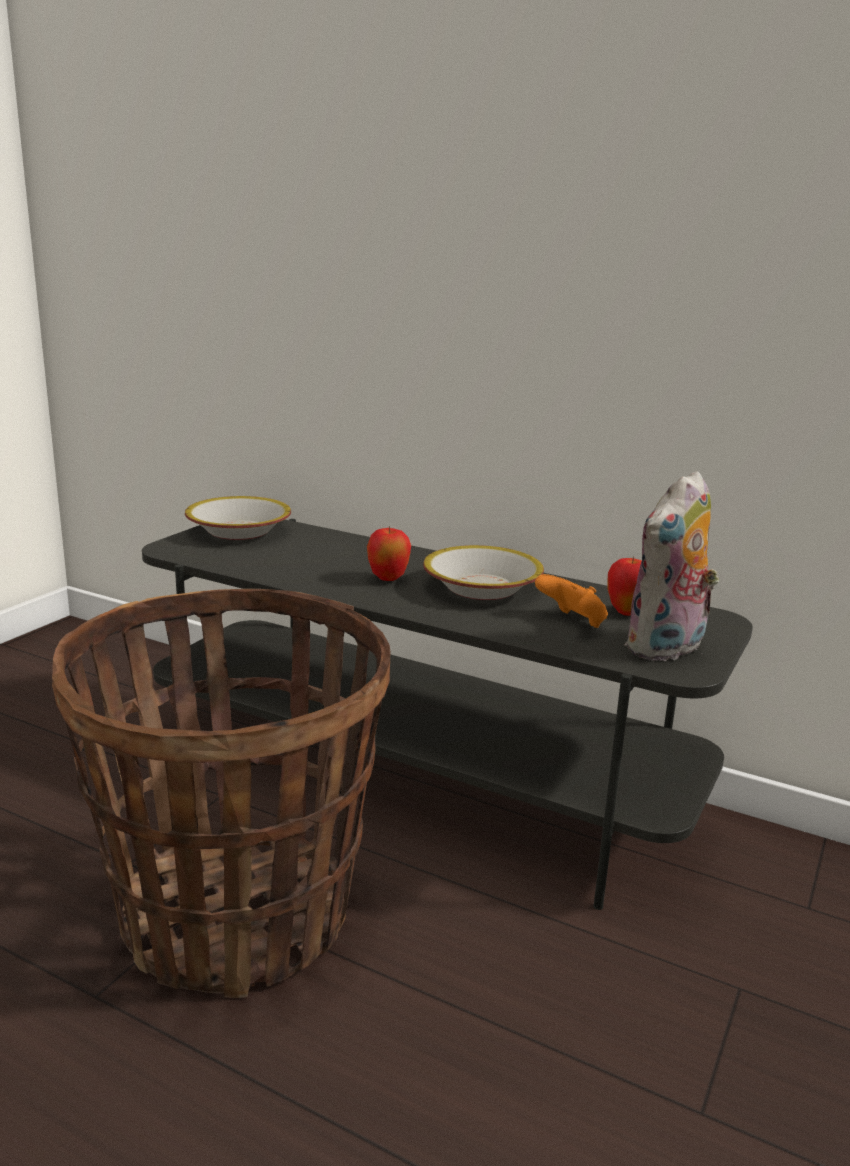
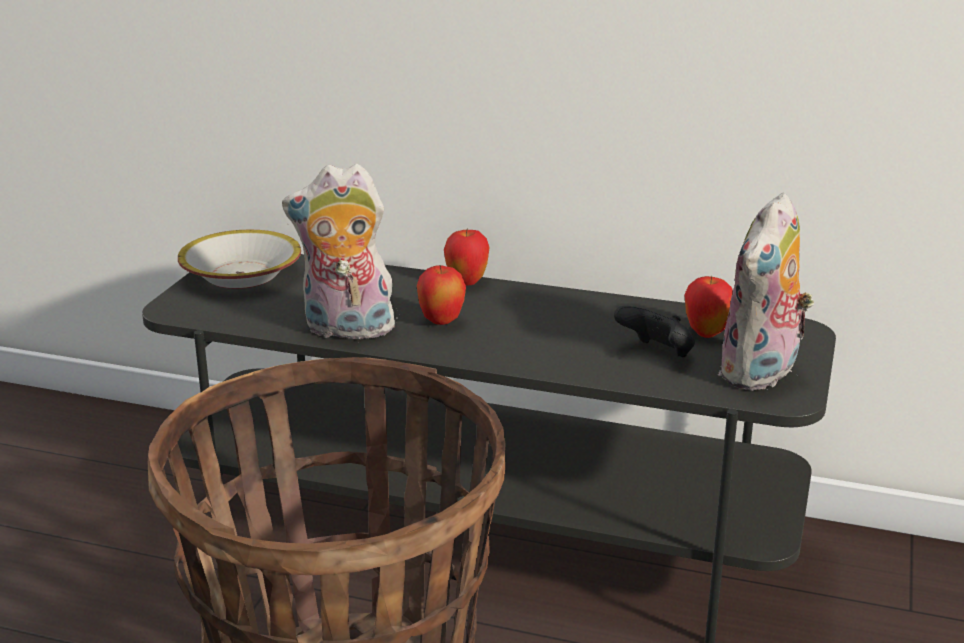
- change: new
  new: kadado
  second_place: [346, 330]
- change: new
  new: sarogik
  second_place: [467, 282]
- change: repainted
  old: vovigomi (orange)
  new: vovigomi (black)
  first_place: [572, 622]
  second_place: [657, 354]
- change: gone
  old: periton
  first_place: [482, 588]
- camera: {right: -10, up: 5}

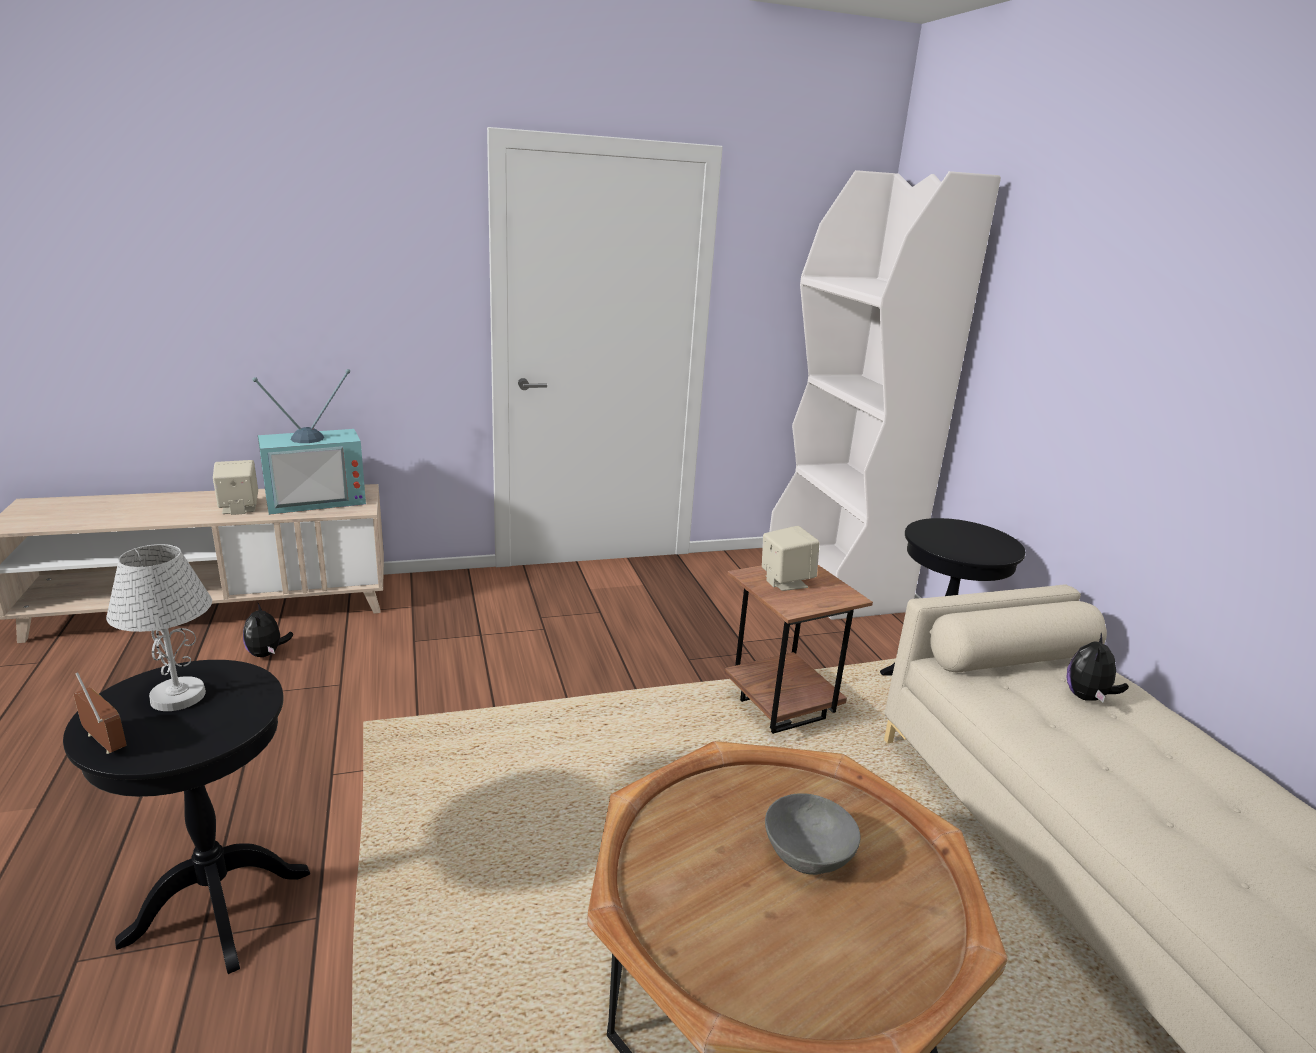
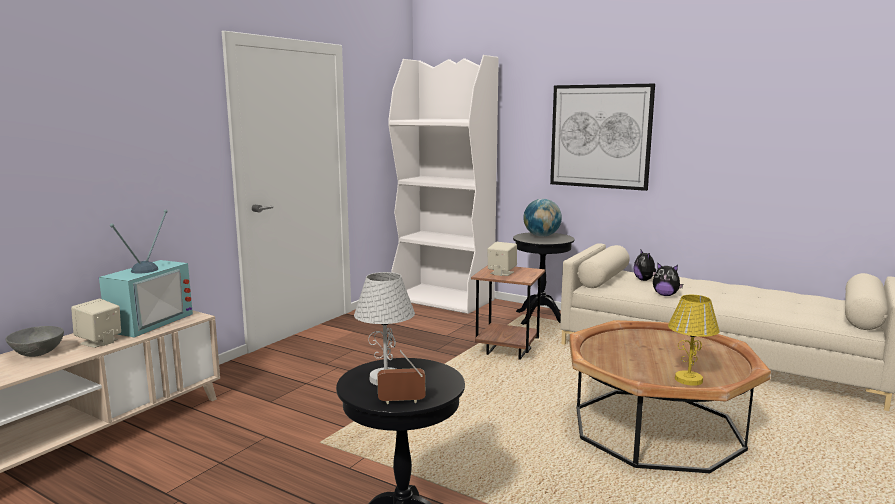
- change: shifted
  old: periton (grey)
  first_place: [807, 856]
  second_place: [38, 353]
- change: new
  new: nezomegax
  second_place: [541, 236]
- change: new
  new: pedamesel
  second_place: [600, 136]
- change: shifted
  old: kadado
  first_place: [267, 654]
  second_place: [665, 295]
- change: new
  new: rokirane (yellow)
  second_place: [689, 380]
- camera: {right: -40, up: -10}

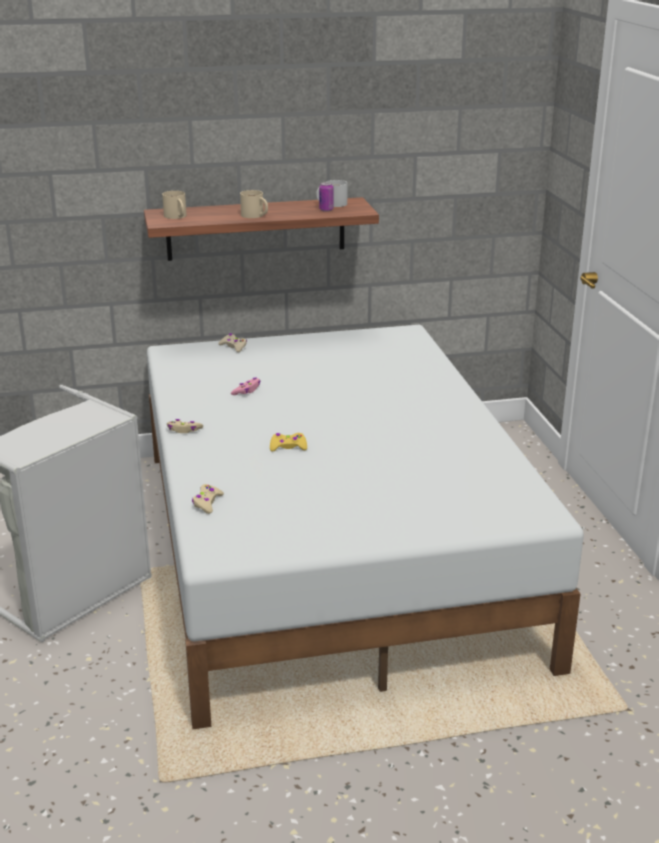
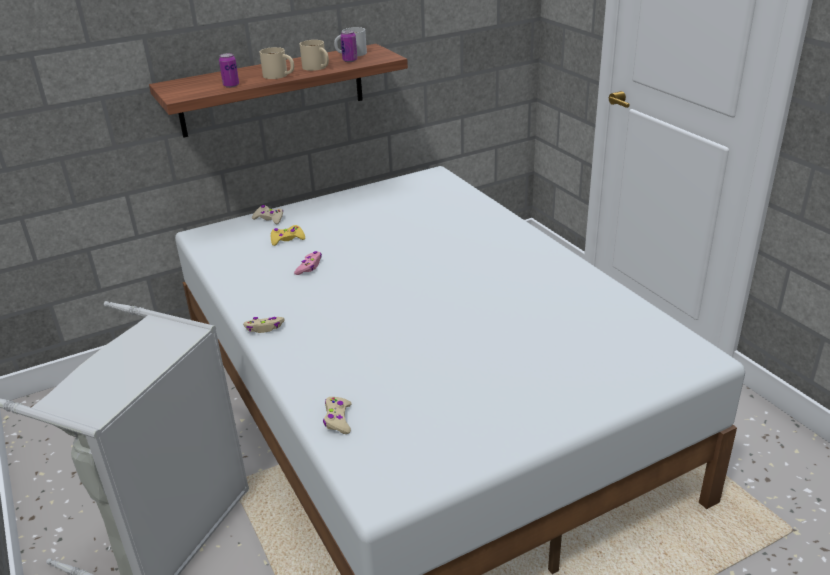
- change: new
  new: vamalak
  second_place: [231, 85]
- change: shifted
  old: vovigomi (yellow)
  first_place: [288, 447]
  second_place: [287, 239]
- change: shifted
  old: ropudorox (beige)
  first_place: [177, 216]
  second_place: [317, 68]
- camera: {right: -15, up: 5}

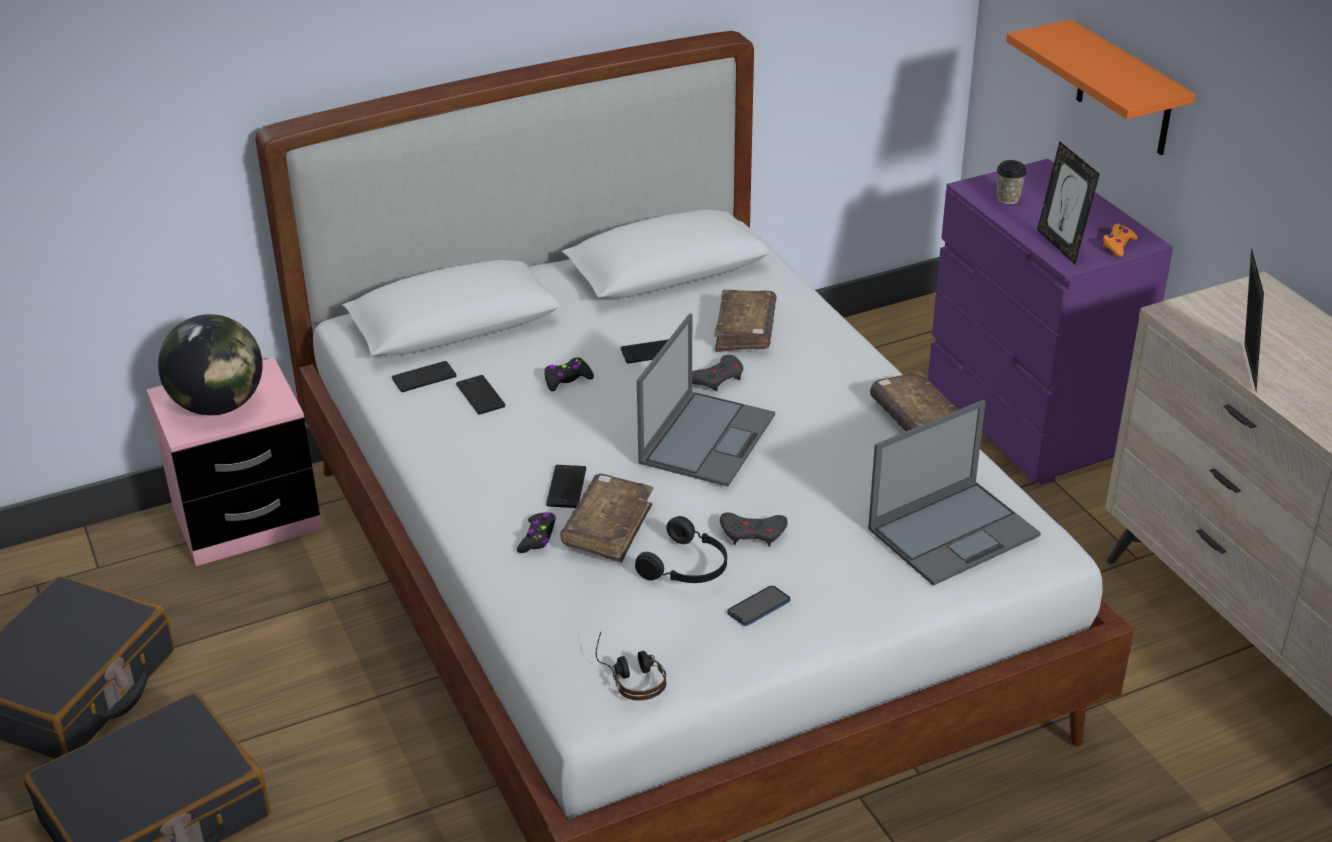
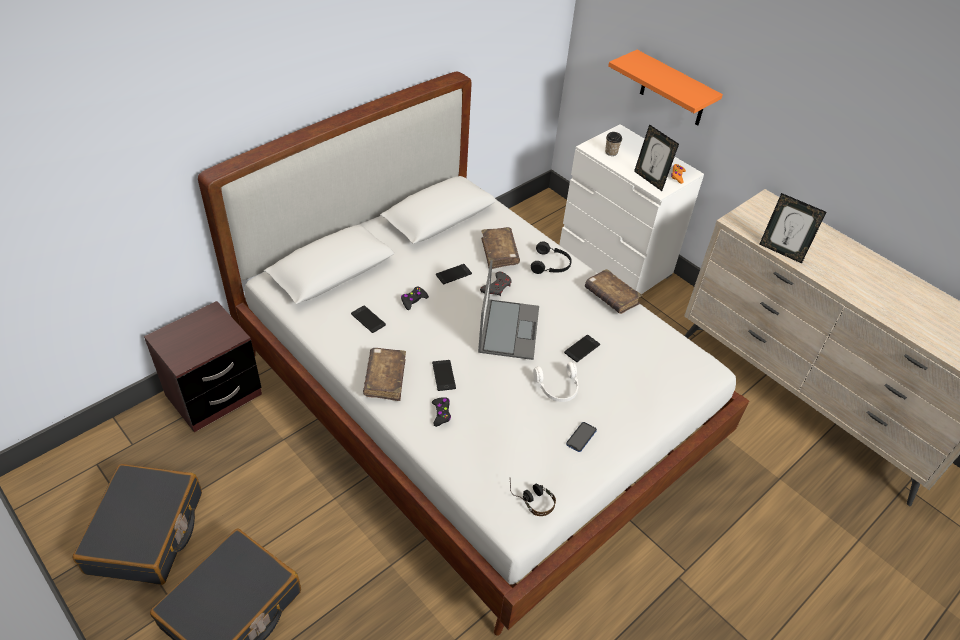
- change: repainted
  old: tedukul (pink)
  new: tedukul (brown)
  first_place: [247, 520]
  second_place: [214, 395]
- change: shifted
  old: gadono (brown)
  first_place: [608, 527]
  second_place: [385, 379]
- change: shifted
  old: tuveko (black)
  first_place: [687, 567]
  second_place: [551, 265]
- change: swapped
  old: vovigomi (grey)
  new: tuveko (white)
  first_place: [753, 533]
  second_place: [557, 388]
- change: repainted
  old: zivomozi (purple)
  new: zivomozi (white)
  first_place: [1028, 420]
  second_place: [615, 261]
- change: shifted
  old: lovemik
  first_place: [424, 377]
  second_place: [582, 348]
- change: rotated
  old: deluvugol
  first_place: [1242, 367]
  second_place: [781, 251]
  degrees: 135
- change: gone
  old: nezomegax
  first_place: [218, 406]
- change: gone
  old: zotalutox
  first_place: [954, 531]
- camera: {right: -20, up: 10}

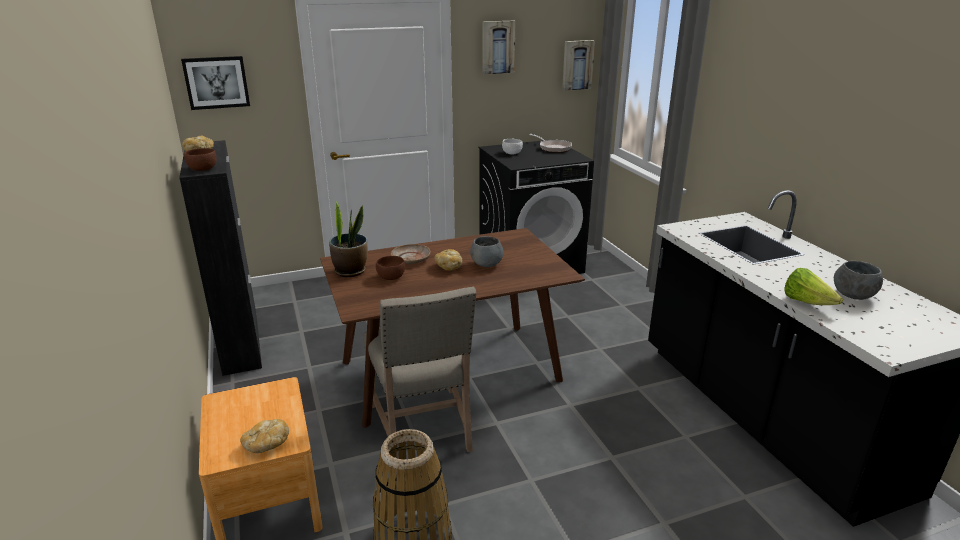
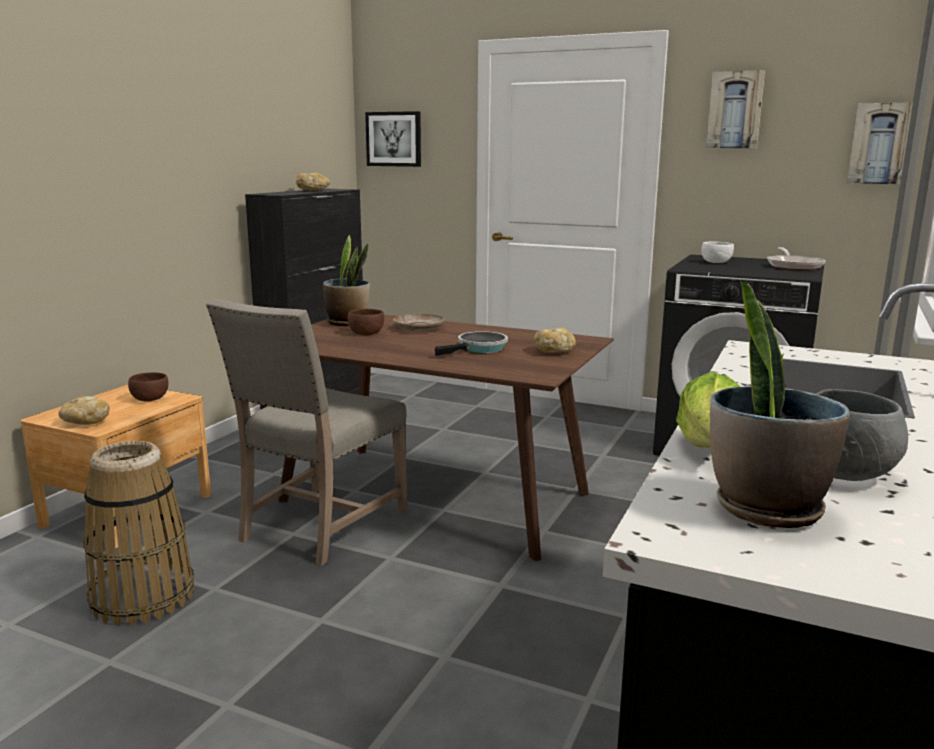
- change: shifted
  old: periton (brown)
  first_place: [202, 169]
  second_place: [150, 398]
- change: swapped
  old: periton (grey)
  new: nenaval
  first_place: [487, 264]
  second_place: [479, 349]
- change: shifted
  old: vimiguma
  first_place: [449, 266]
  second_place: [554, 351]
- change: new
  new: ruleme
  second_place: [765, 508]
- camera: {right: 45, up: -10}

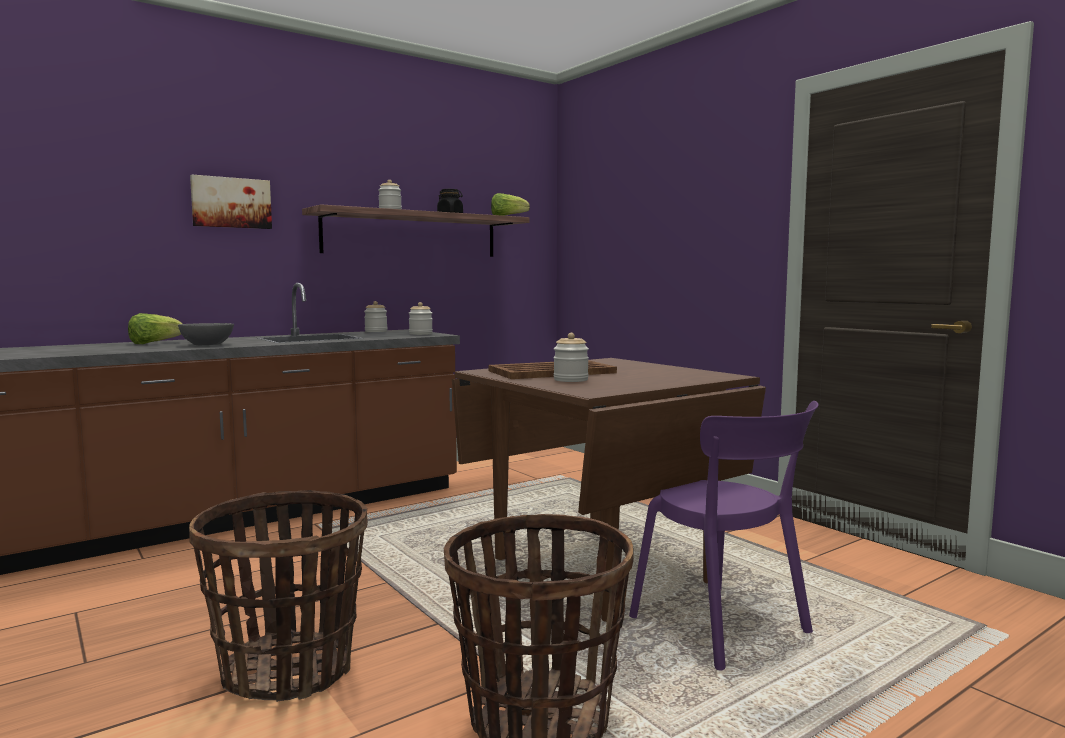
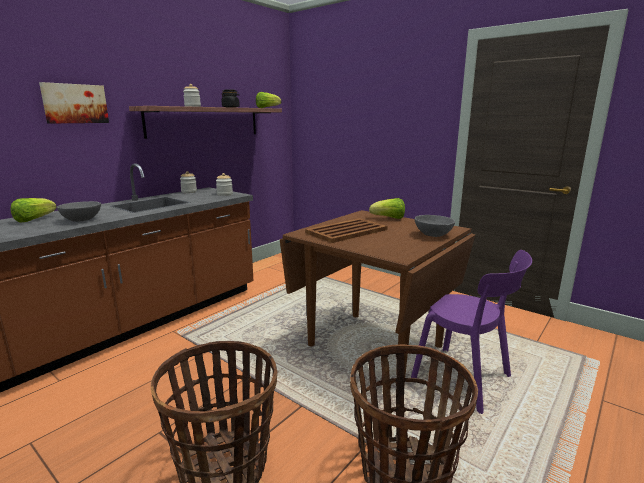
- change: new
  new: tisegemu
  second_place: [389, 218]
- change: new
  new: periton (grey)
  second_place: [433, 235]
- change: gone
  old: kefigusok
  first_place: [570, 380]
- camera: {right: -15, up: 10}

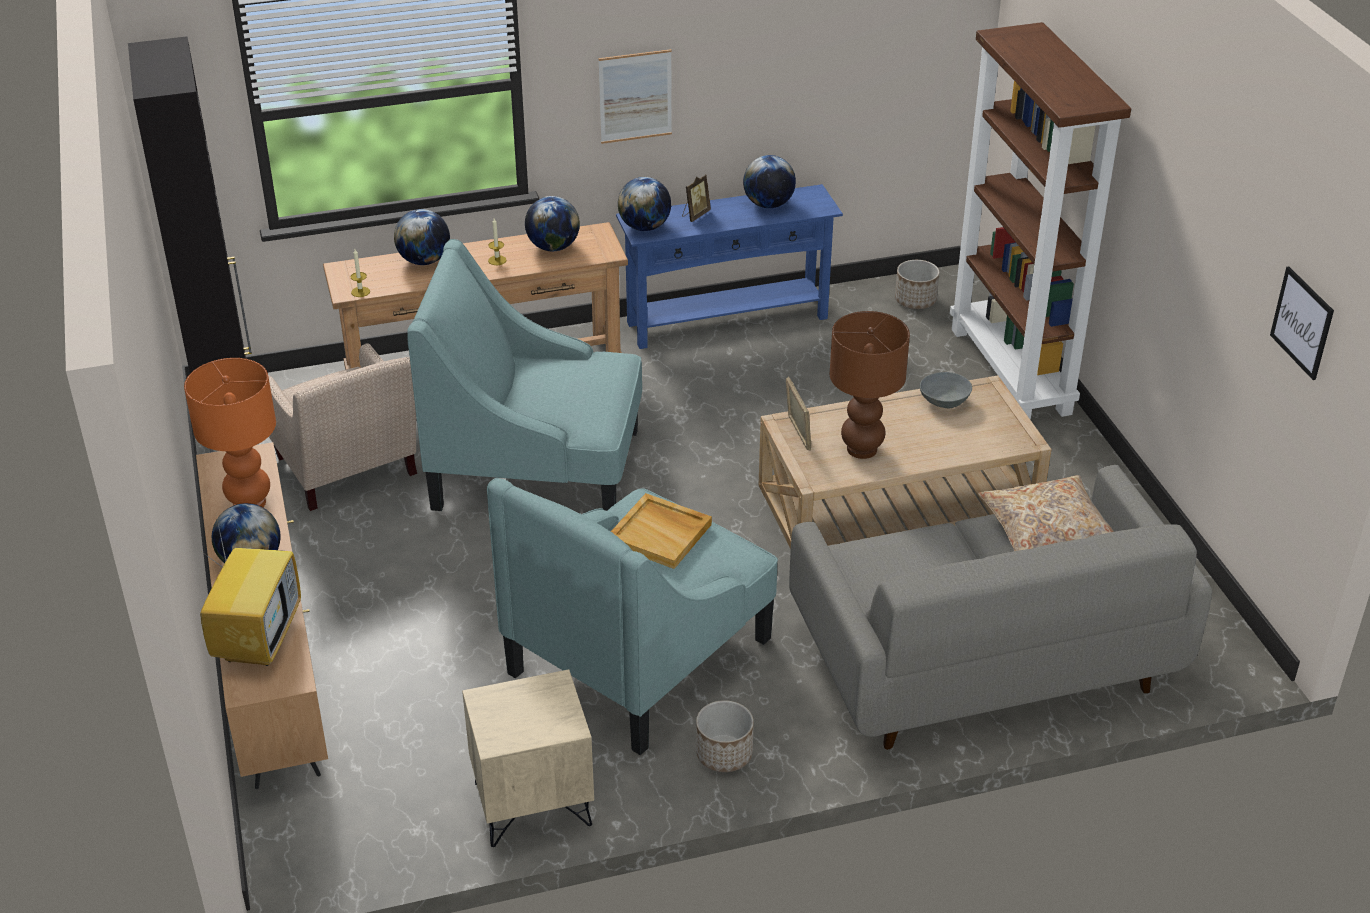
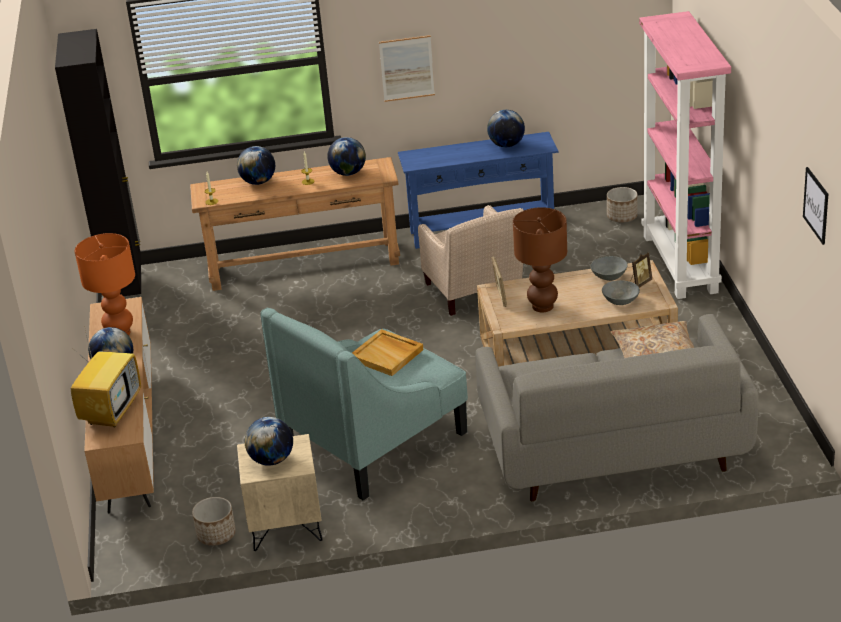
- change: shifted
  old: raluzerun
  first_place: [723, 754]
  second_place: [216, 535]
- change: shifted
  old: nezomegax
  first_place: [644, 227]
  second_place: [272, 460]
- change: shifted
  old: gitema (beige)
  first_place: [348, 472]
  second_place: [474, 293]
- change: new
  new: periton (grey)
  second_place: [620, 301]
- change: shifted
  old: deluvugol
  first_place: [695, 215]
  second_place: [639, 283]
- change: repainted
  old: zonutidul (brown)
  new: zonutidul (pink)
  first_place: [1012, 371]
  second_place: [681, 264]
- change: gone
  old: gitema (turquoise)
  first_place: [538, 469]
- camera: {right: 10, up: -5}

